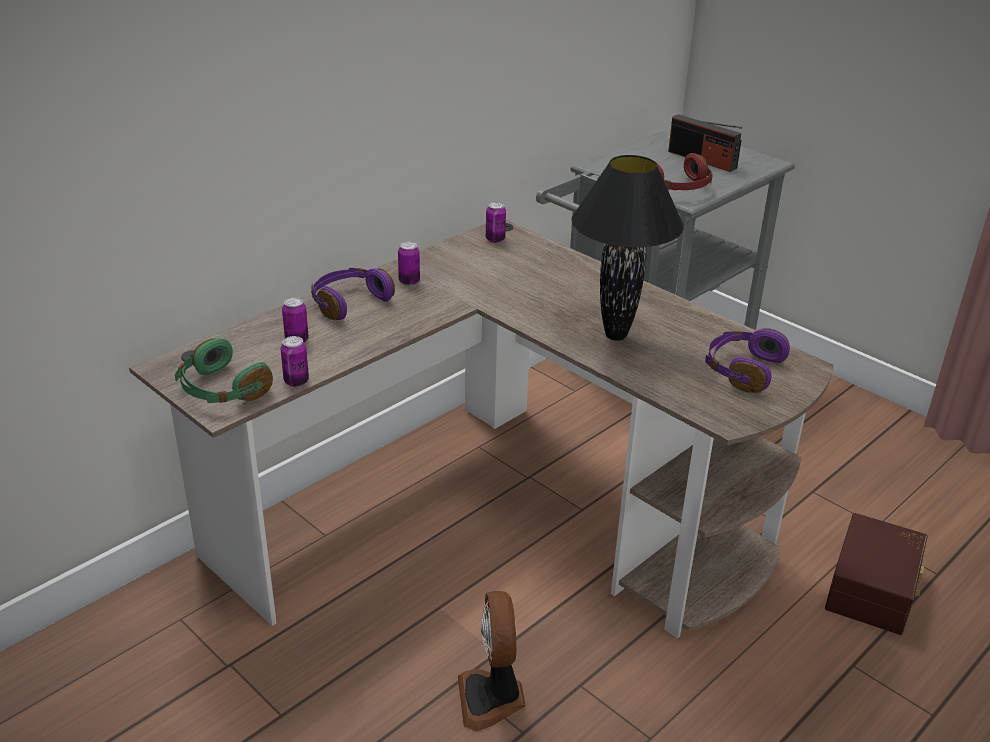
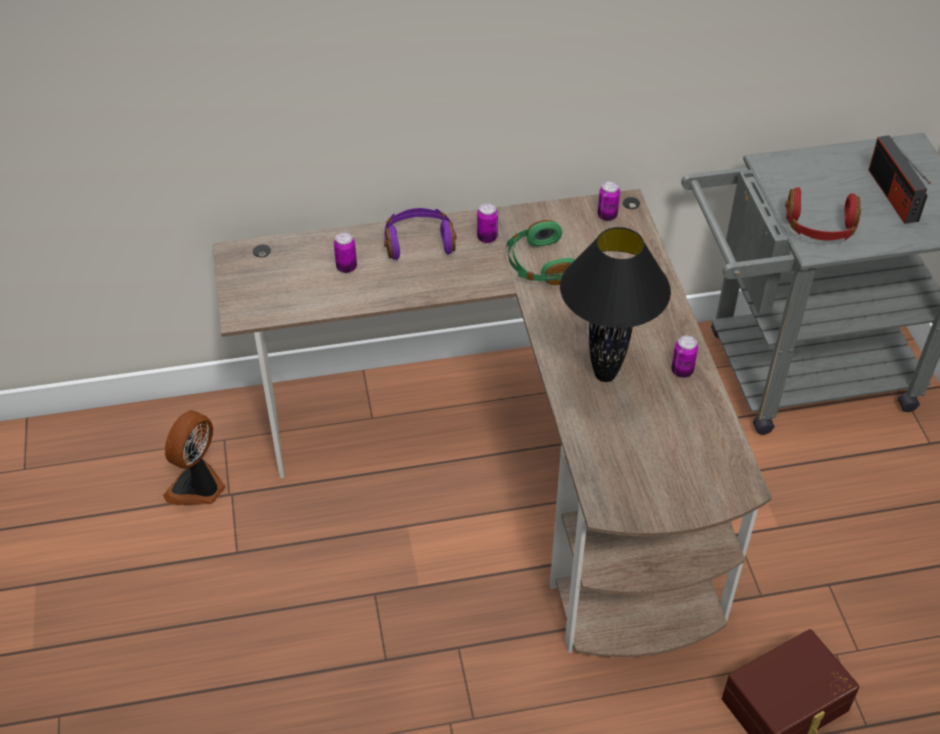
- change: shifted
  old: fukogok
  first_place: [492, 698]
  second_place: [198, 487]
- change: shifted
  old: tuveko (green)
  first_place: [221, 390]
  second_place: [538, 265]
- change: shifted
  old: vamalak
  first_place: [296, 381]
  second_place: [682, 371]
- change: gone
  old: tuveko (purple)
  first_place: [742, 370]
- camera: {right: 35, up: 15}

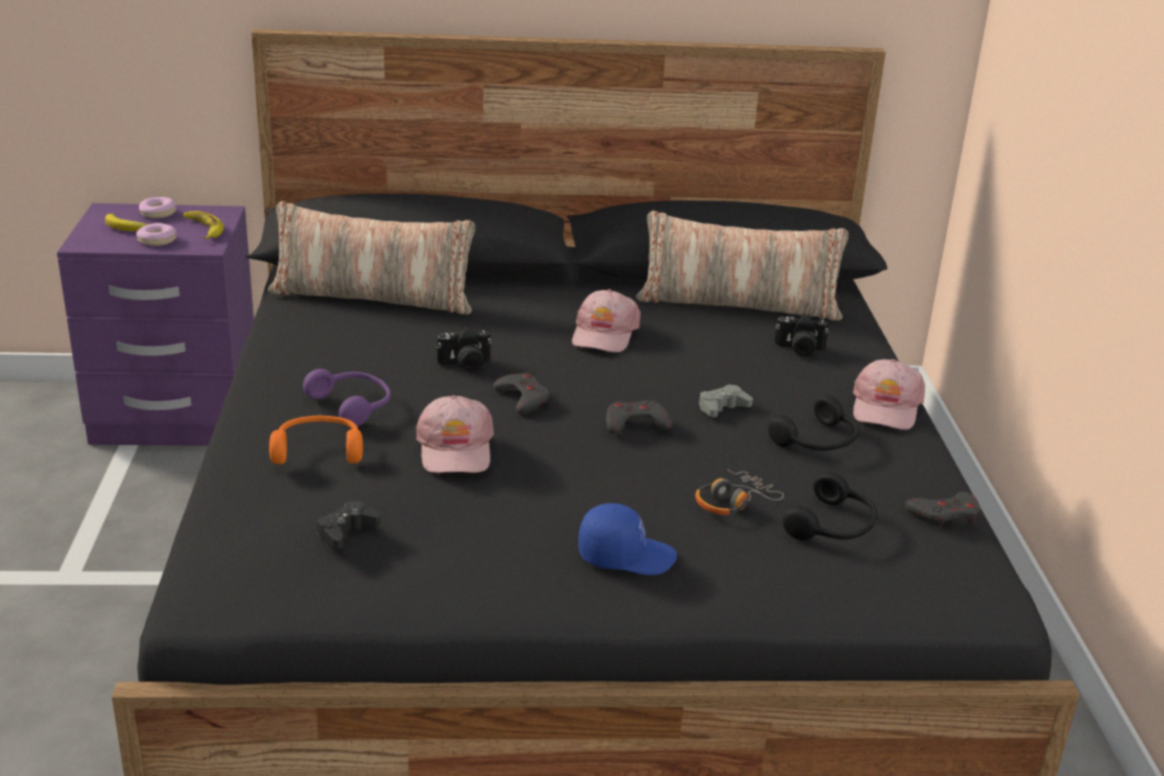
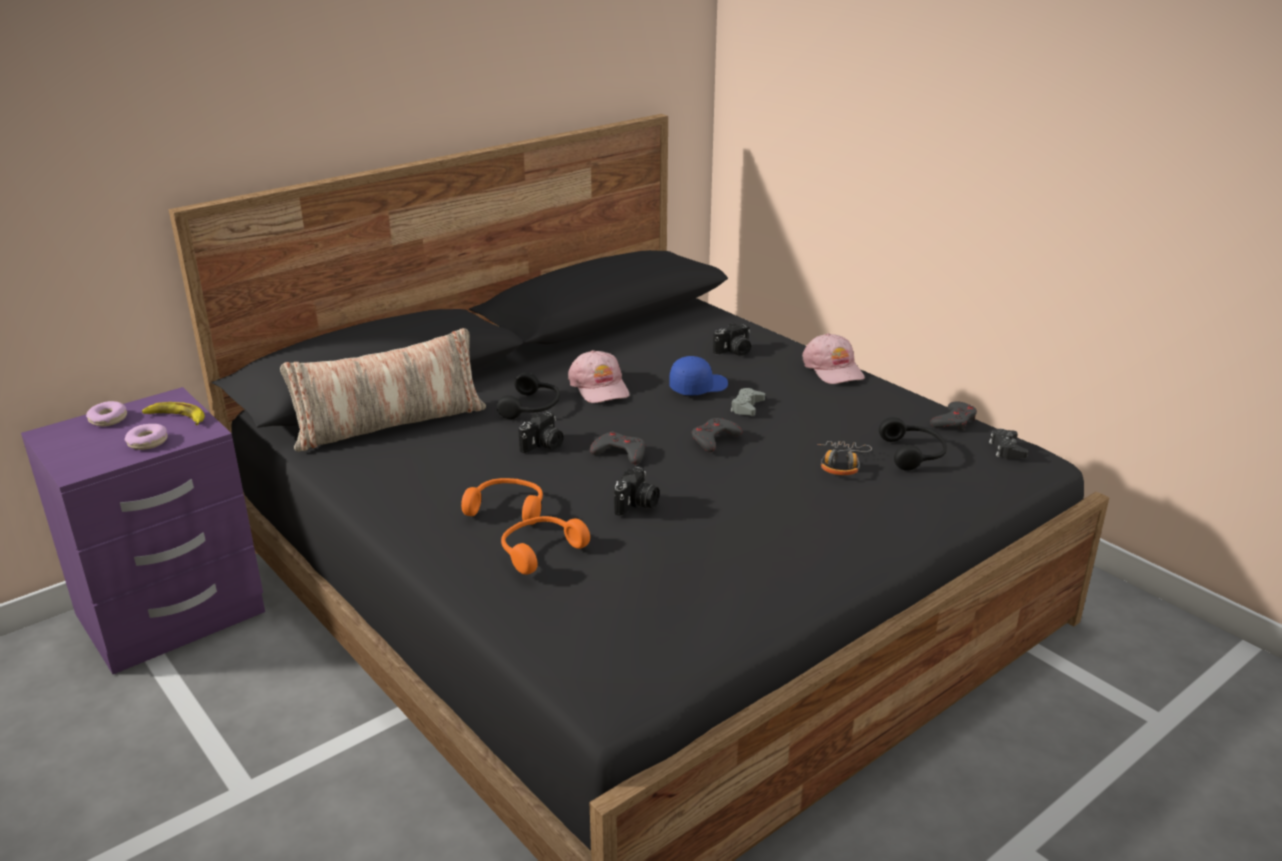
- change: repainted
  old: tuveko (purple)
  new: tuveko (orange)
  first_place: [353, 405]
  second_place: [508, 508]
- change: shifted
  old: tuveko (black)
  first_place: [818, 442]
  second_place: [532, 407]
- change: swapped
  old: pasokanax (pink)
  new: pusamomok
  first_place: [455, 448]
  second_place: [637, 505]
- change: shifted
  old: pasokanax (blue)
  first_place: [626, 555]
  second_place: [698, 387]
- change: shifted
  old: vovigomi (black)
  first_place: [346, 531]
  second_place: [1007, 449]
- change: gone
  old: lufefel
  first_place: [126, 227]
- change: gone
  old: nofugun
  first_place: [738, 304]
- camera: {right: -35, up: 0}

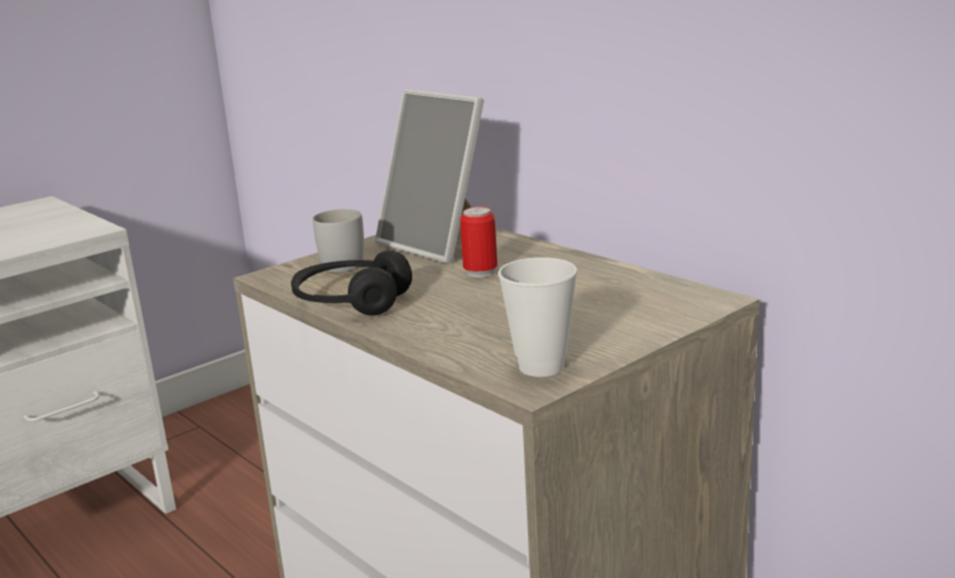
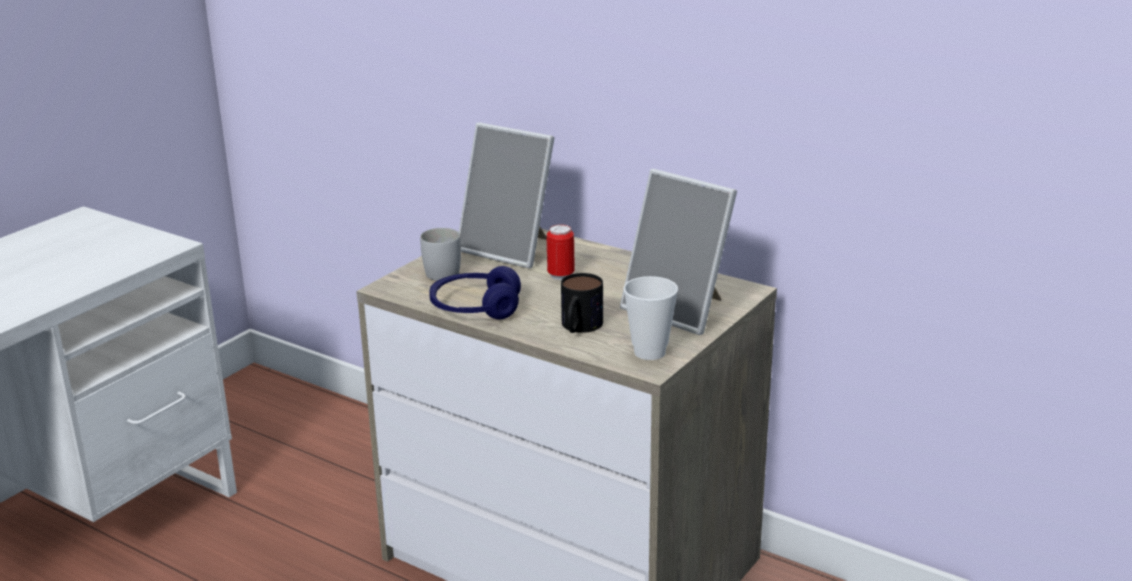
- change: repainted
  old: tuveko (black)
  new: tuveko (blue)
  first_place: [351, 302]
  second_place: [475, 308]
- change: new
  new: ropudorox
  second_place: [579, 327]
- change: new
  new: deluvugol
  second_place: [680, 310]
- camera: {right: -15, up: 5}

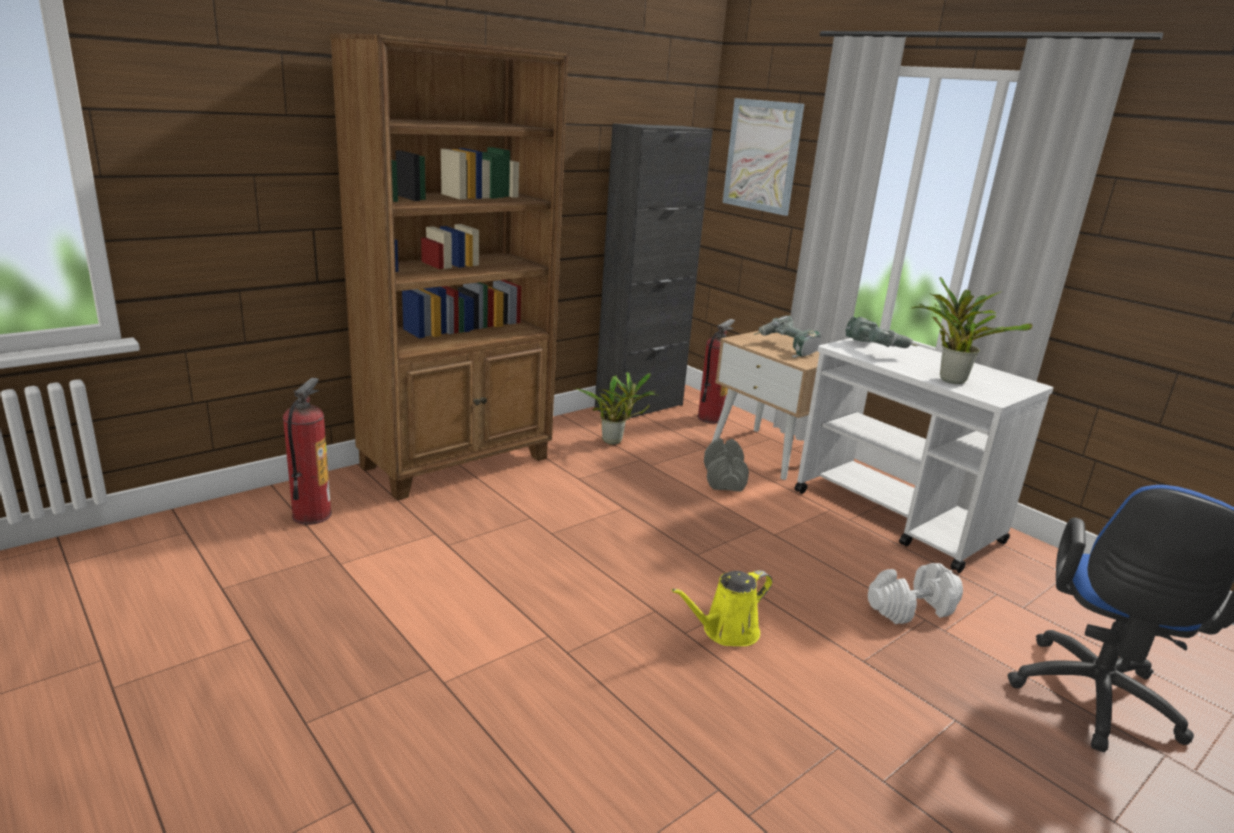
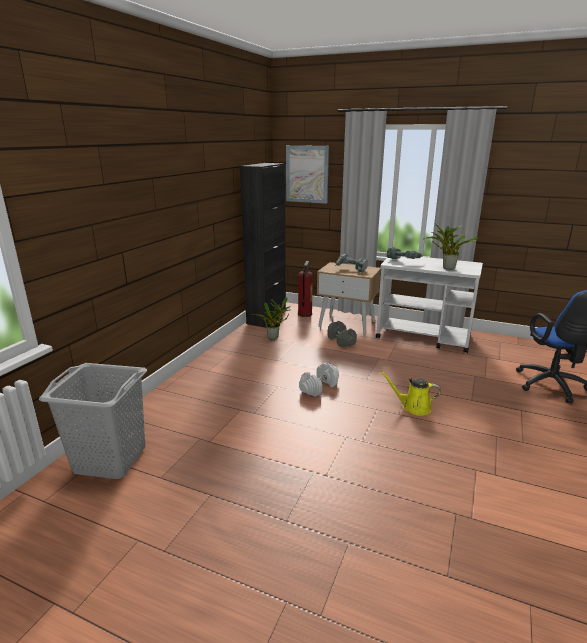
- change: new
  new: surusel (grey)
  second_place: [110, 459]
- change: shifted
  old: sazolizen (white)
  first_place: [911, 608]
  second_place: [319, 387]
- change: rotated
  old: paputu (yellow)
  first_place: [726, 632]
  second_place: [413, 407]
  degrees: 75
- change: gone
  old: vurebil
  first_place: [311, 515]
- change: gone
  old: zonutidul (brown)
  first_place: [458, 463]
- camera: {right: -25, up: 0}

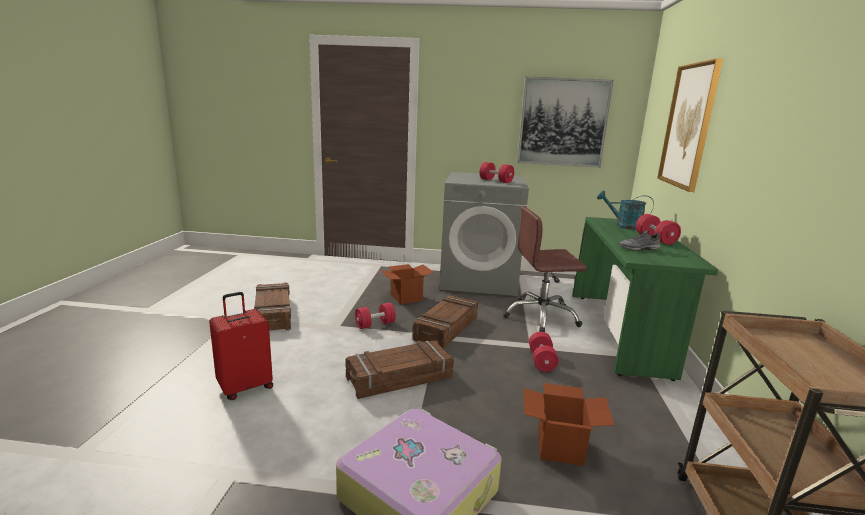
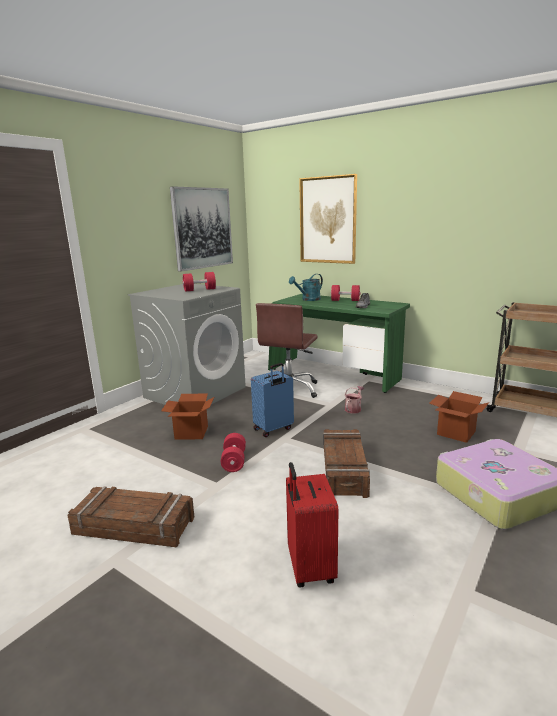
- change: swapped
  old: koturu
  new: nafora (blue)
  first_place: [445, 328]
  second_place: [273, 429]
- change: swapped
  old: sazolizen (red)
  new: paputu
  first_place: [541, 361]
  second_place: [354, 409]
- camera: {right: -60, up: 0}

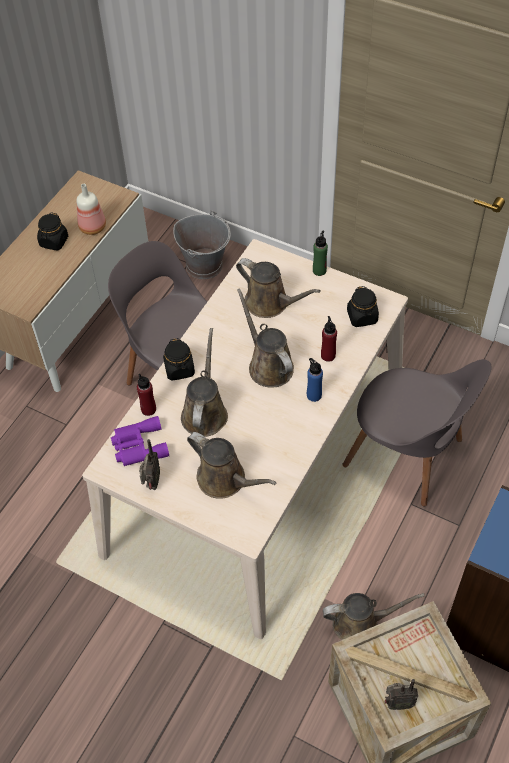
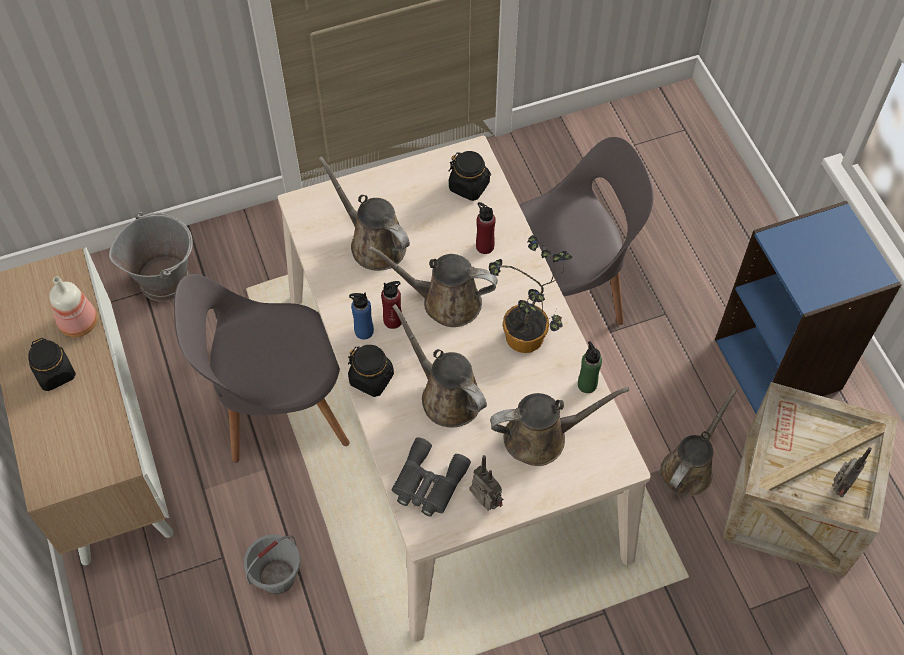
- change: new
  new: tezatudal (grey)
  second_place: [277, 576]
- change: rotated
  old: paputu (brown)
  first_place: [270, 303]
  second_place: [373, 243]
  degrees: -120
- change: shifted
  old: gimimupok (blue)
  first_place: [314, 395]
  second_place: [364, 331]
- change: shifted
  old: gimimupok (red)
  first_place: [148, 409]
  second_place: [393, 320]
- change: repainted
  old: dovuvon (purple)
  new: dovuvon (grey)
  first_place: [138, 446]
  second_place: [427, 483]
- change: new
  new: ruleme
  second_place: [527, 342]
- change: shifted
  old: gimimupok (green)
  first_place: [319, 270]
  second_place: [587, 384]
- camera: {right: -50, up: 5}

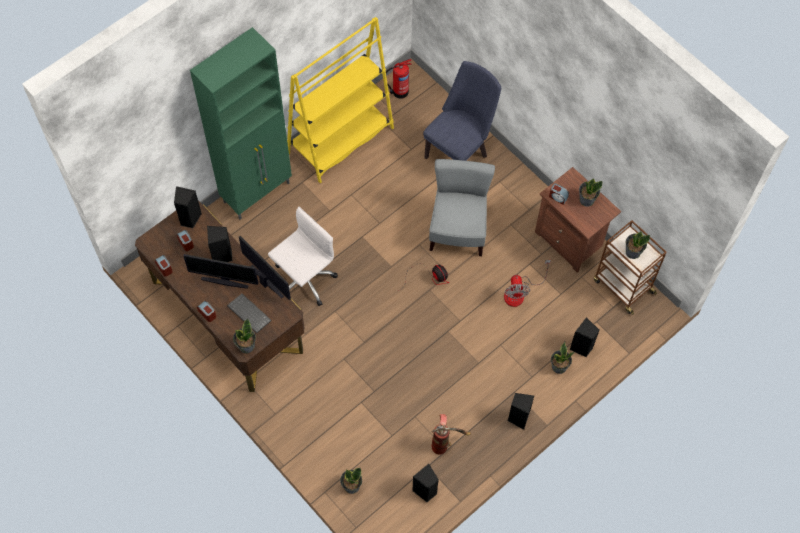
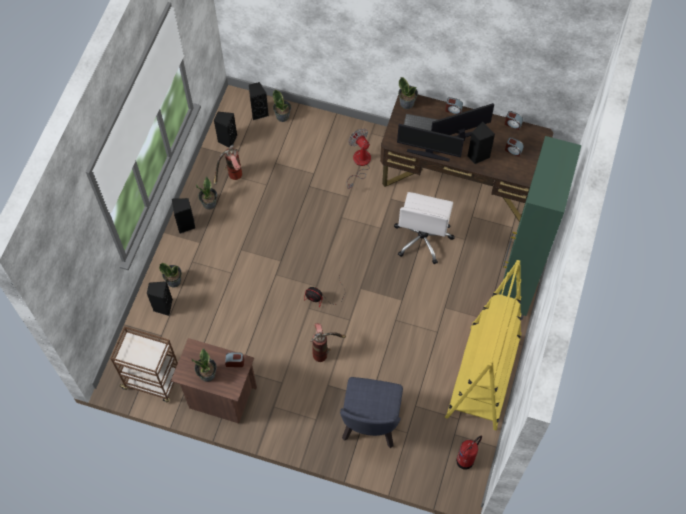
- change: shifted
  old: ruleme
  first_place: [632, 251]
  second_place: [209, 203]
- change: shifted
  old: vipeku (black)
  first_place: [189, 219]
  second_place: [259, 112]
- change: swapped
  old: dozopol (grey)
  new: vurebil
  first_place: [458, 231]
  second_place: [324, 350]
- change: shifted
  old: fukogok
  first_place: [519, 293]
  second_place: [359, 164]
- camera: {right: 150, up: 0}

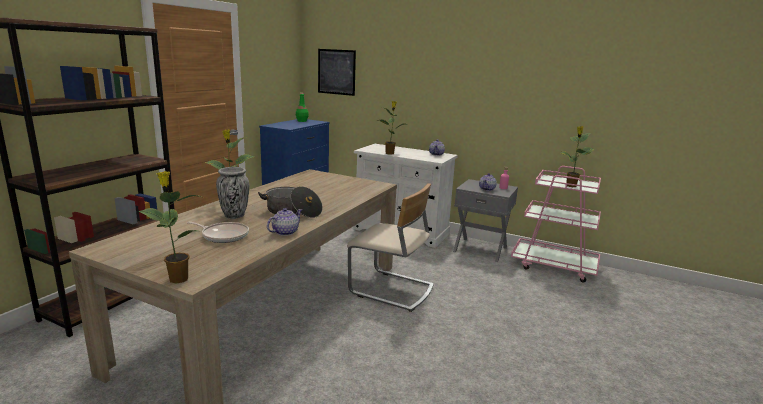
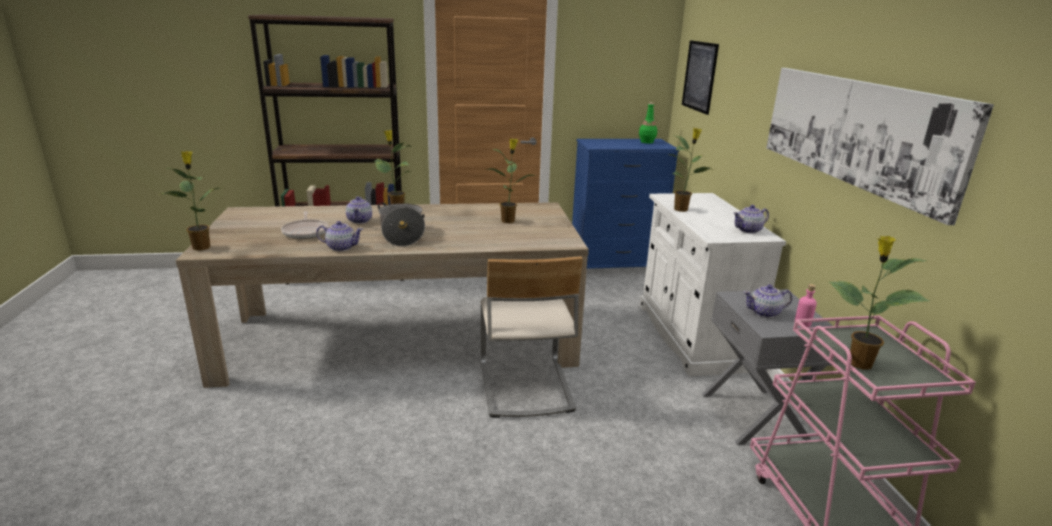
- change: swapped
  old: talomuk
  new: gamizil
  first_place: [234, 215]
  second_place: [360, 220]
- change: new
  new: ruleme
  second_place: [508, 220]
- change: new
  new: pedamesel
  second_place: [855, 131]
- camera: {right: 55, up: 5}

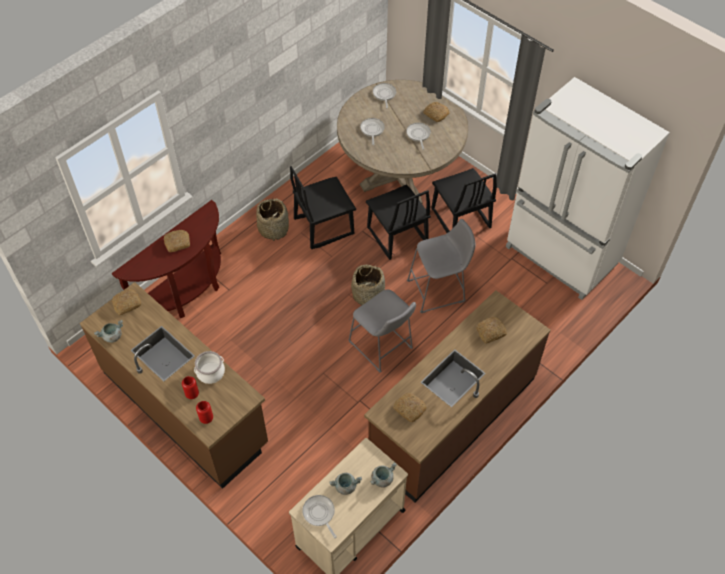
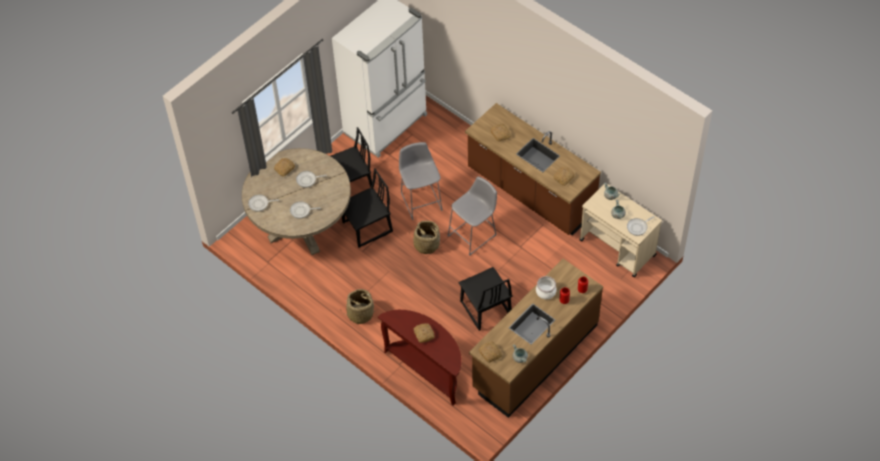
- change: shifted
  old: dozopol (black)
  first_place: [323, 226]
  second_place: [485, 309]
- camera: {right: -90, up: 0}

